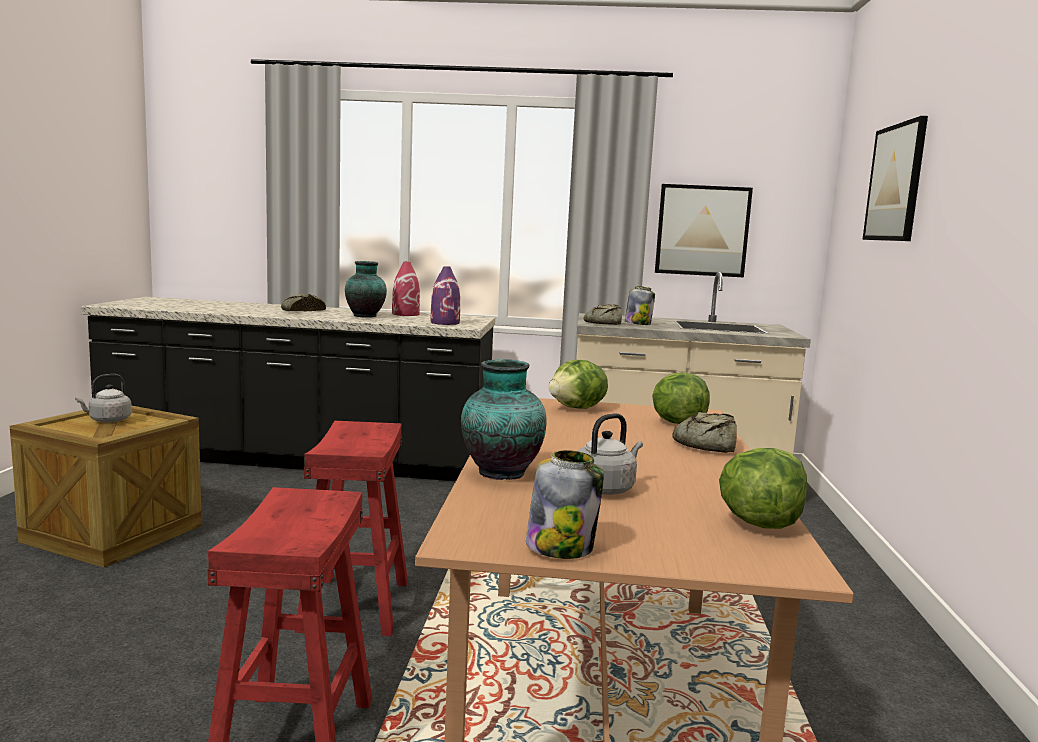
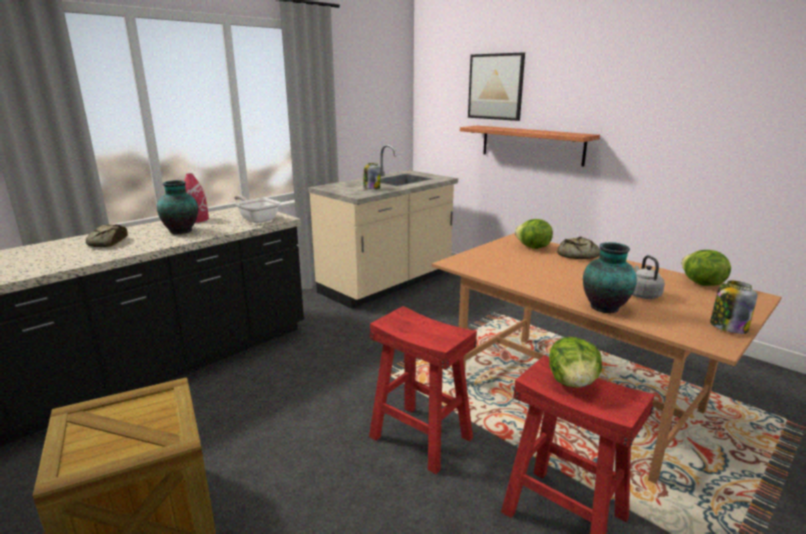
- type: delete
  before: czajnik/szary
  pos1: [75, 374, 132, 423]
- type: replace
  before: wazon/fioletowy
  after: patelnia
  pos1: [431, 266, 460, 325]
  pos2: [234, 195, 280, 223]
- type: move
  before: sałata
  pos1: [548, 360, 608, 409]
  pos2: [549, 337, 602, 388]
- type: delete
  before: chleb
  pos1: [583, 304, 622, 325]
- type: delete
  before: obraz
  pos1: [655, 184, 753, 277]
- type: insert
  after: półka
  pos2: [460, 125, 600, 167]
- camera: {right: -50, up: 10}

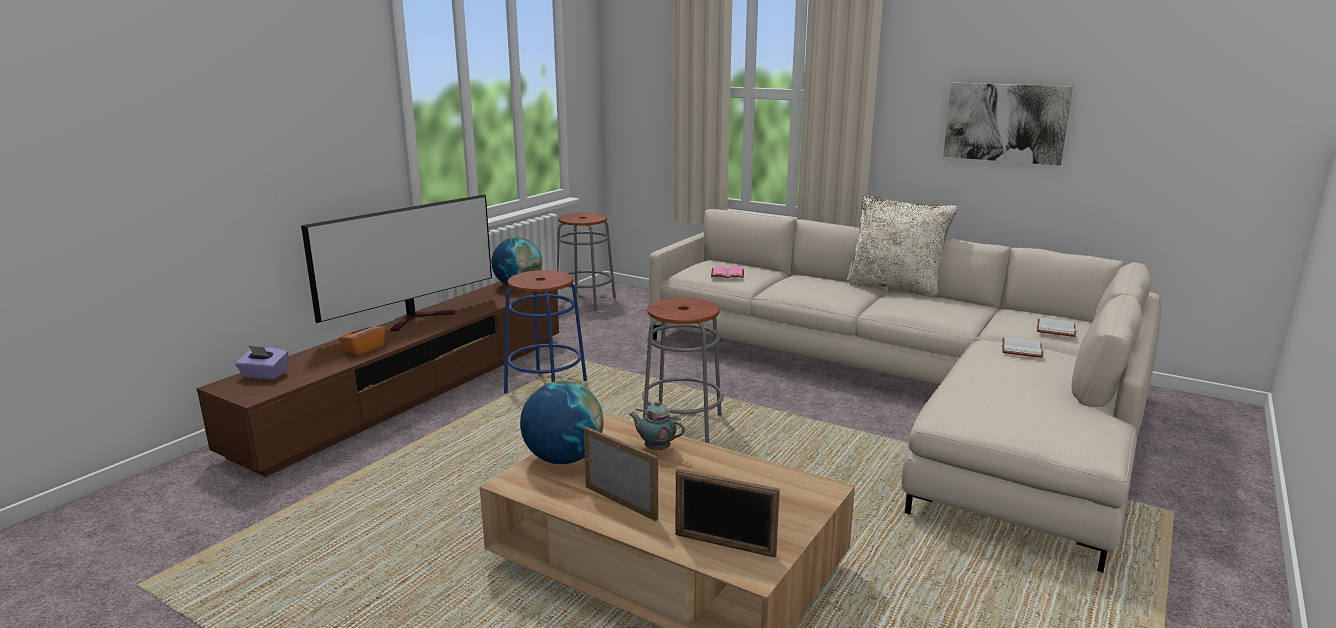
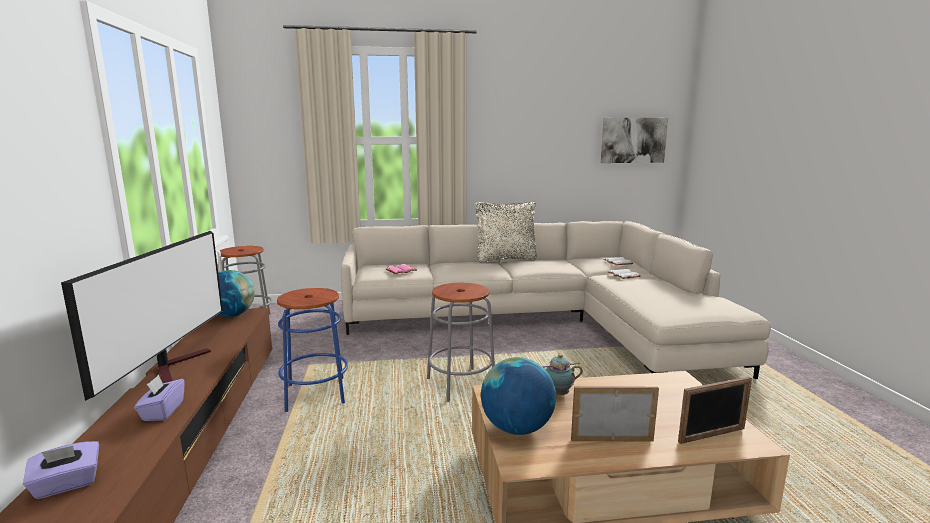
- type: recolor
  before: pudełko chusteczek/pomarańczowy
  after: pudełko chusteczek/fioletowy
  pos1: [339, 318, 386, 356]
  pos2: [134, 375, 185, 421]
- type: move
  before: obraz
  pos1: [943, 82, 1073, 166]
  pos2: [601, 118, 668, 163]
- camera: {right: -40, up: -5}

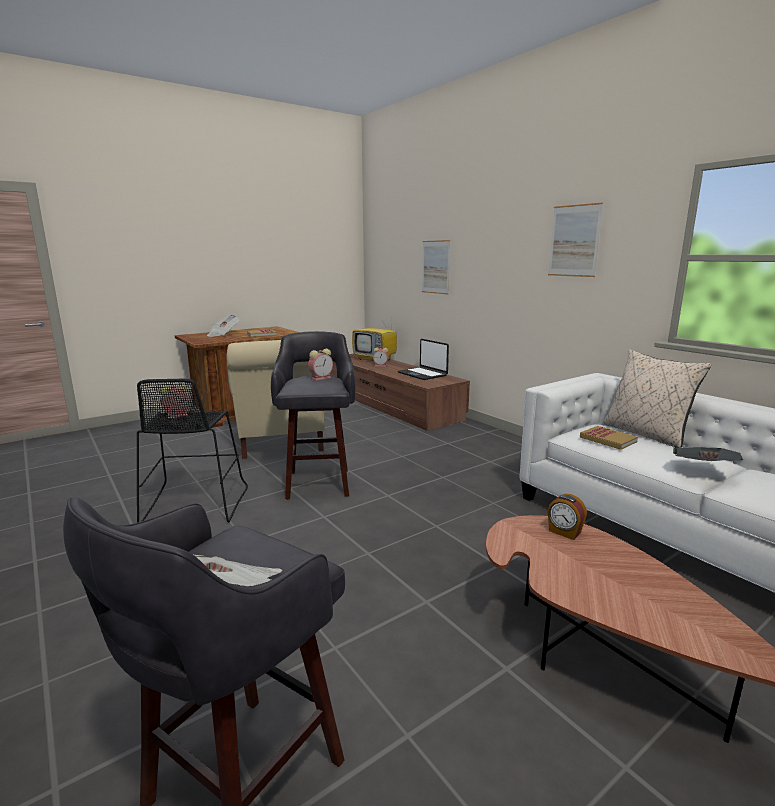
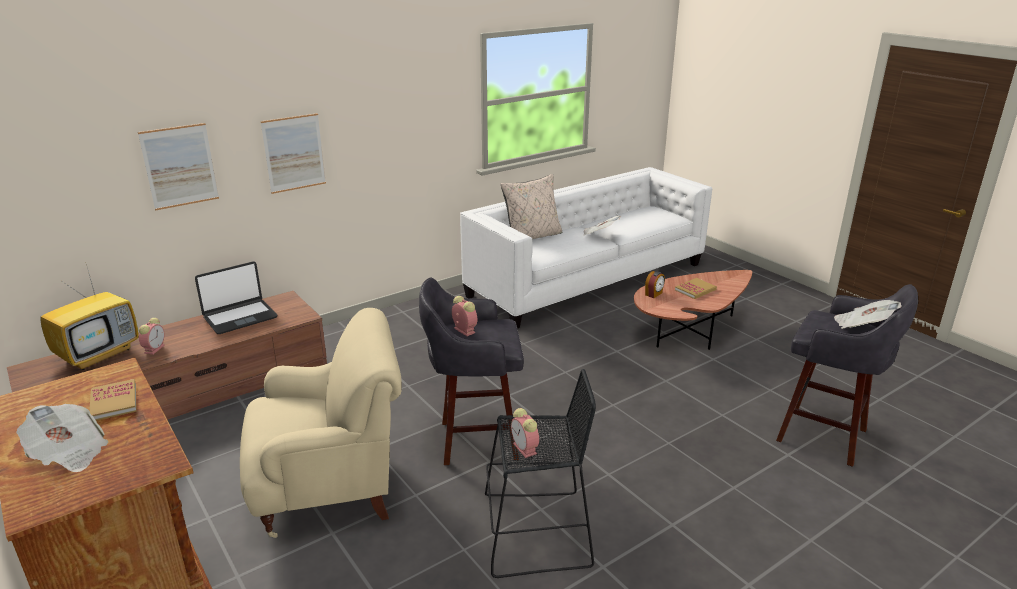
- type: move
  before: obraz
  pos1: [548, 202, 603, 277]
  pos2: [261, 113, 326, 194]
- type: move
  before: książka
  pos1: [580, 426, 638, 450]
  pos2: [675, 278, 717, 299]
- camera: {right: -90, up: 10}

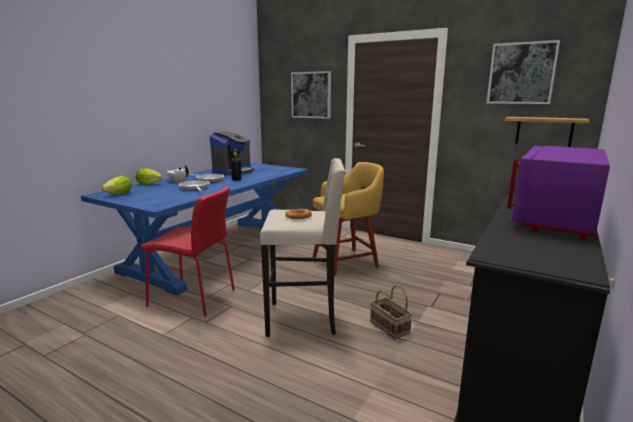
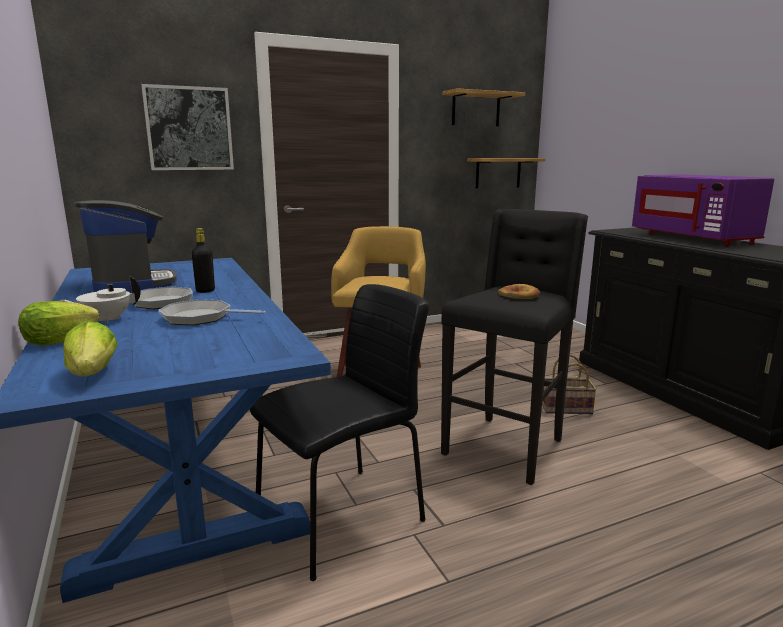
- type: recolor
  before: krzesło/czerwony
  after: krzesło/czarny
  pos1: [141, 187, 235, 317]
  pos2: [250, 284, 429, 581]
- type: recolor
  before: stołek/beżowy
  after: stołek/czarny
  pos1: [260, 158, 345, 337]
  pos2: [441, 209, 588, 485]
- type: replace
  before: obraz
  after: półka
  pos1: [487, 40, 560, 104]
  pos2: [443, 88, 525, 126]
- camera: {right: -55, up: 0}

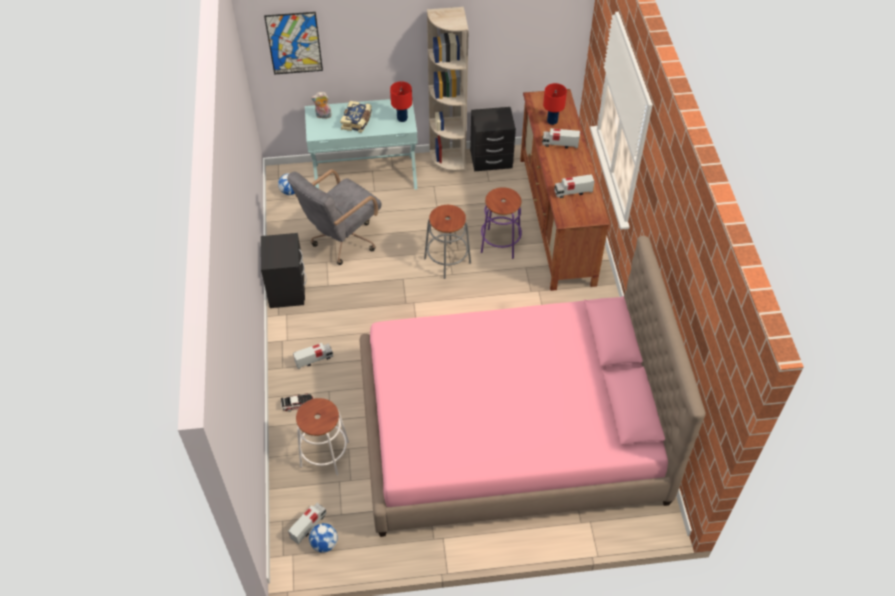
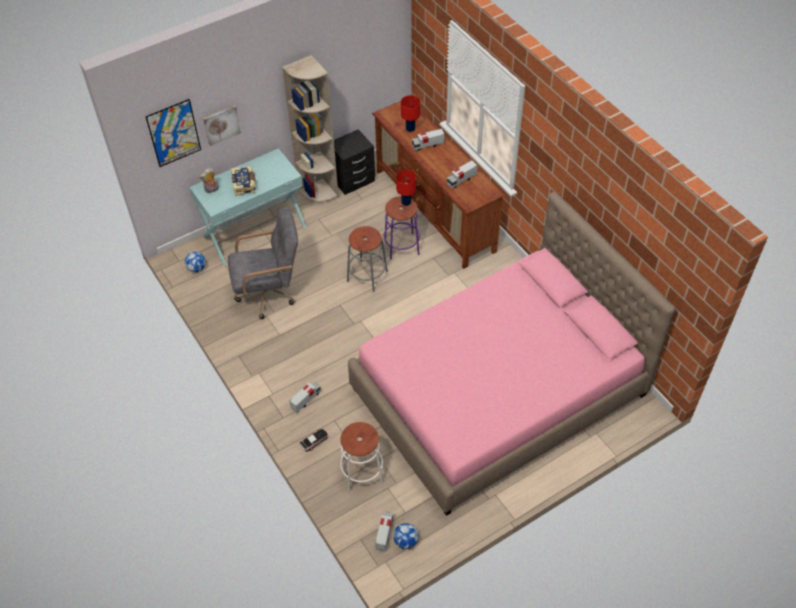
- type: delete
  before: szafka nocna/czarny
  pos1: [261, 233, 307, 308]
- type: rotate
  before: krzesło biurowe/szary
  pos1: [287, 169, 381, 265]
  pos2: [228, 207, 298, 319]
  turn: -120
- type: move
  before: lampa stołowa/czerwony
  pos1: [390, 81, 412, 122]
  pos2: [396, 170, 416, 206]
- type: insert
  after: obraz
  pos2: [203, 105, 241, 146]
- camera: {right: -25, up: 0}

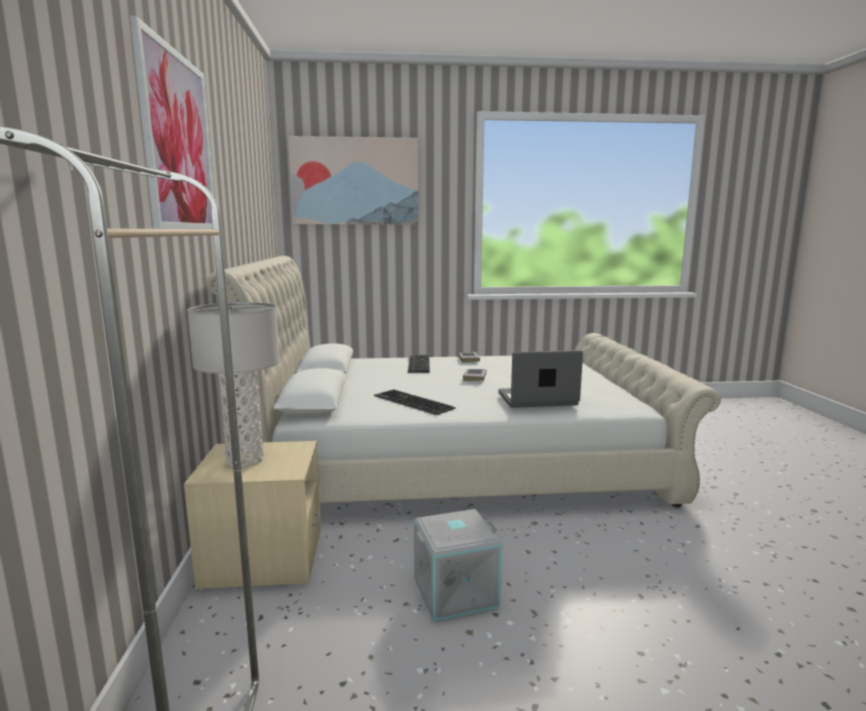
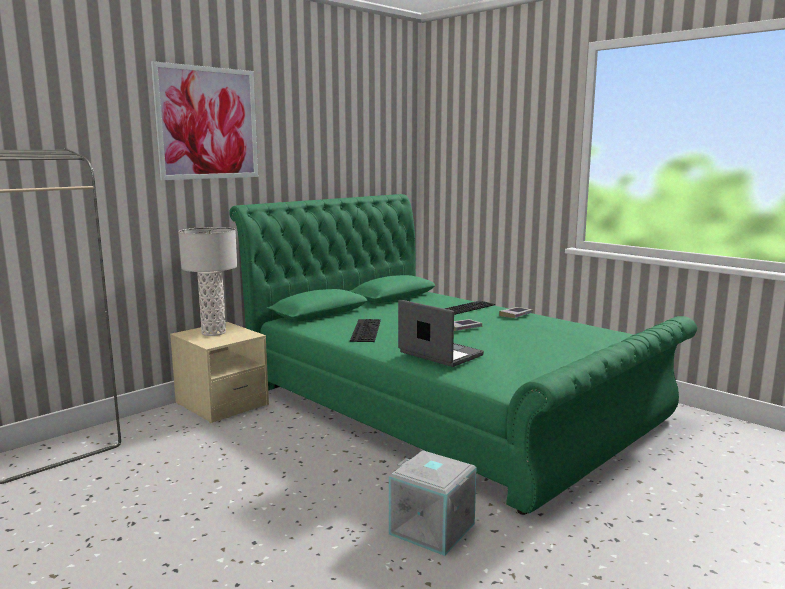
- type: recolor
  before: łóżko/beżowy
  after: łóżko/zielony
  pos1: [206, 256, 721, 507]
  pos2: [229, 194, 697, 515]
- type: delete
  before: obraz
  pos1: [288, 136, 418, 224]
- type: move
  before: pojemnik do przechowywania/szary
  pos1: [414, 509, 502, 622]
  pos2: [389, 450, 476, 556]
- camera: {right: 50, up: 0}

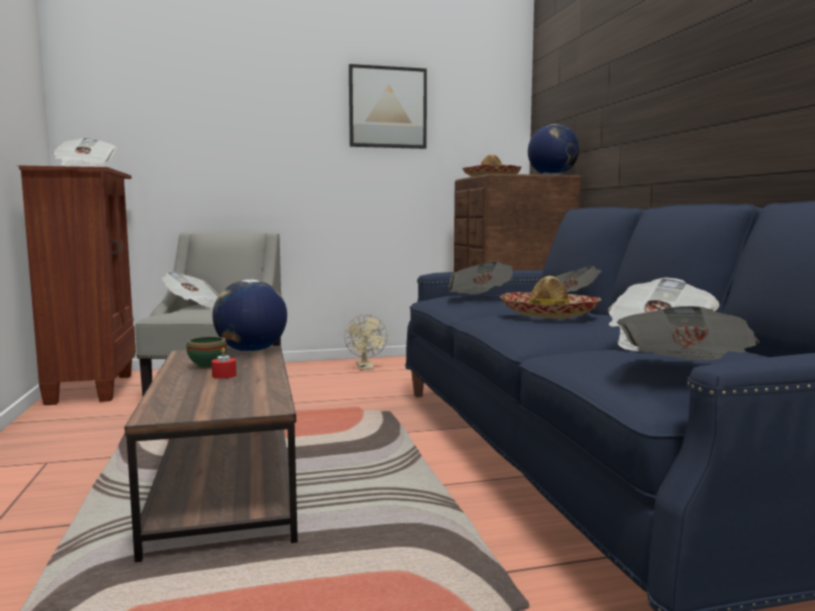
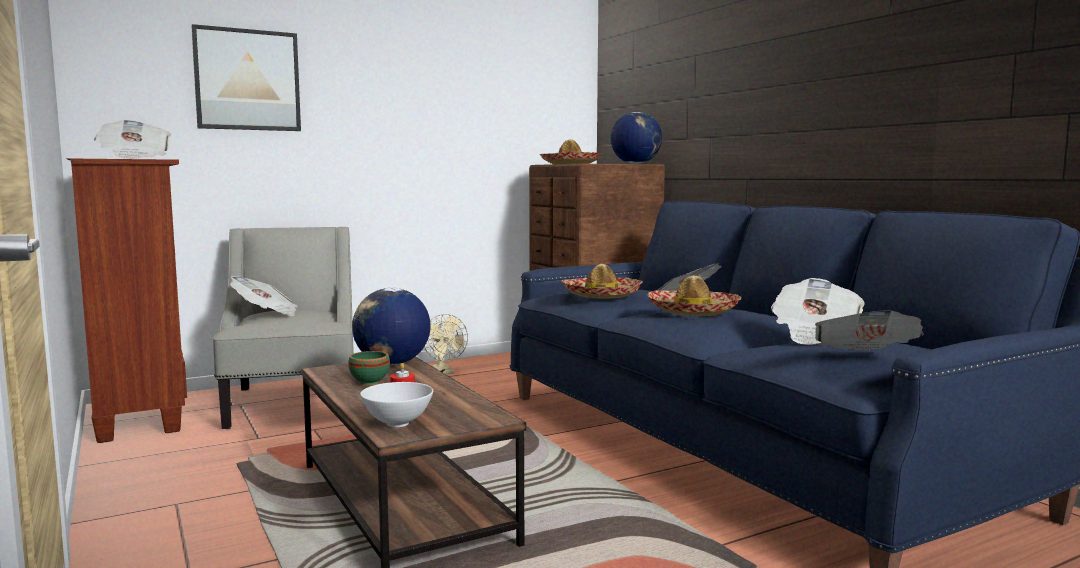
- type: move
  before: obraz
  pos1: [349, 64, 427, 149]
  pos2: [191, 24, 301, 131]
- type: replace
  before: gazeta
  after: kapelusz
  pos1: [449, 261, 513, 294]
  pos2: [561, 264, 643, 299]
- type: insert
  after: miska/biały
  pos2: [360, 382, 433, 427]
- camera: {right: -15, up: 0}

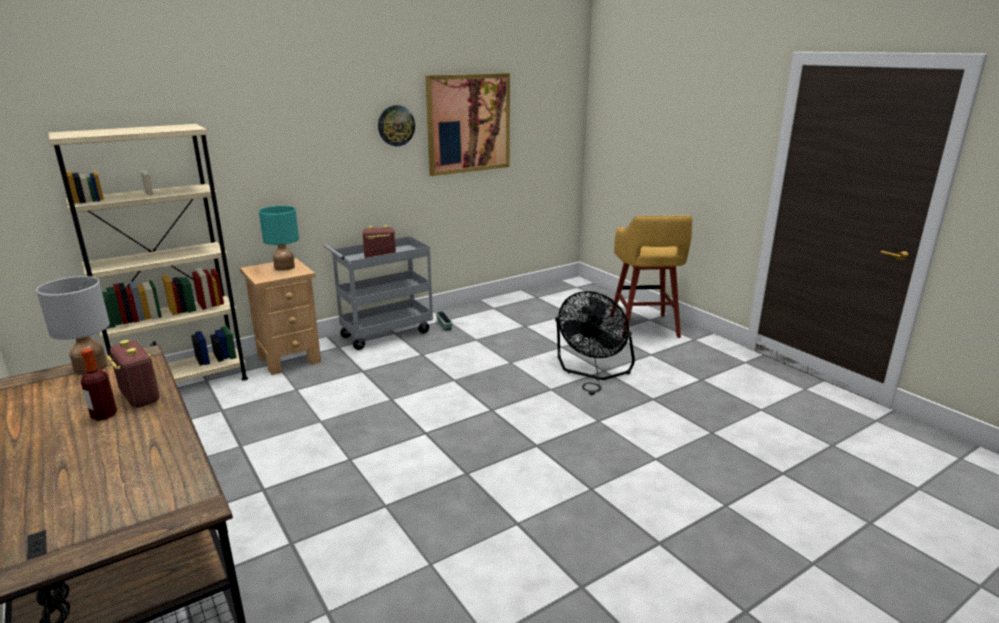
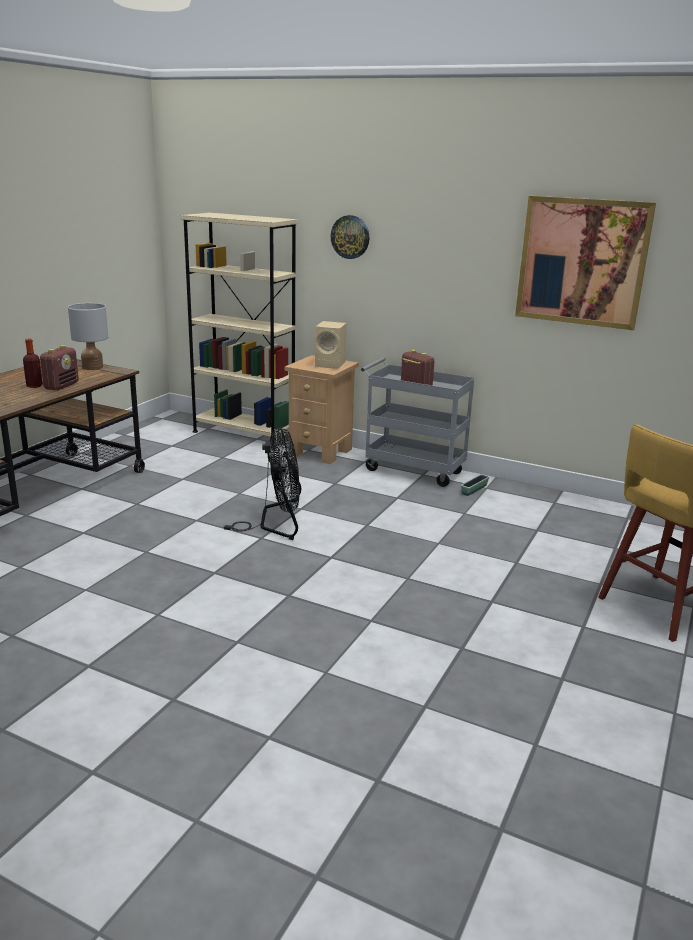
- type: replace
  before: lampa stołowa/turkusowy
  after: głośnik/beżowy
  pos1: [259, 206, 299, 271]
  pos2: [315, 321, 347, 369]
- type: move
  before: zegar ścienny
  pos1: [378, 105, 415, 146]
  pos2: [331, 215, 369, 259]
- type: move
  before: wentylator/czarny
  pos1: [555, 291, 635, 395]
  pos2: [223, 428, 301, 540]
- camera: {right: 60, up: 0}

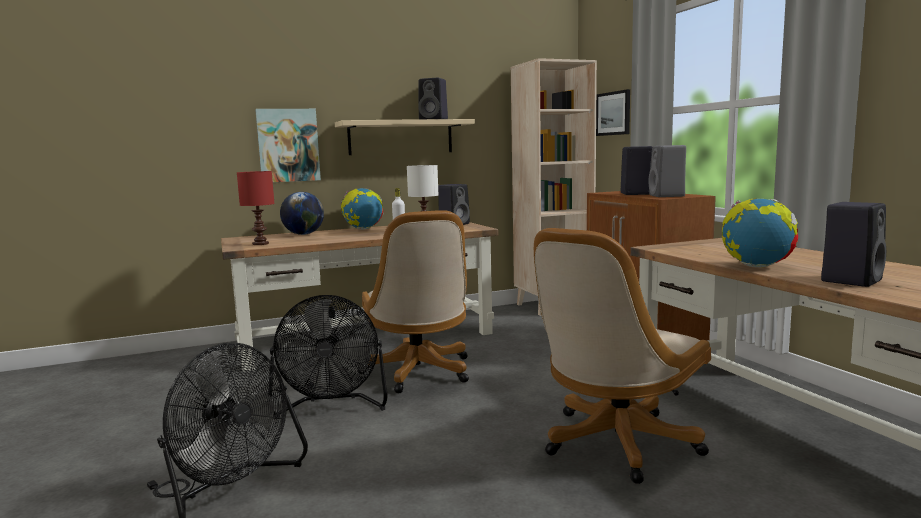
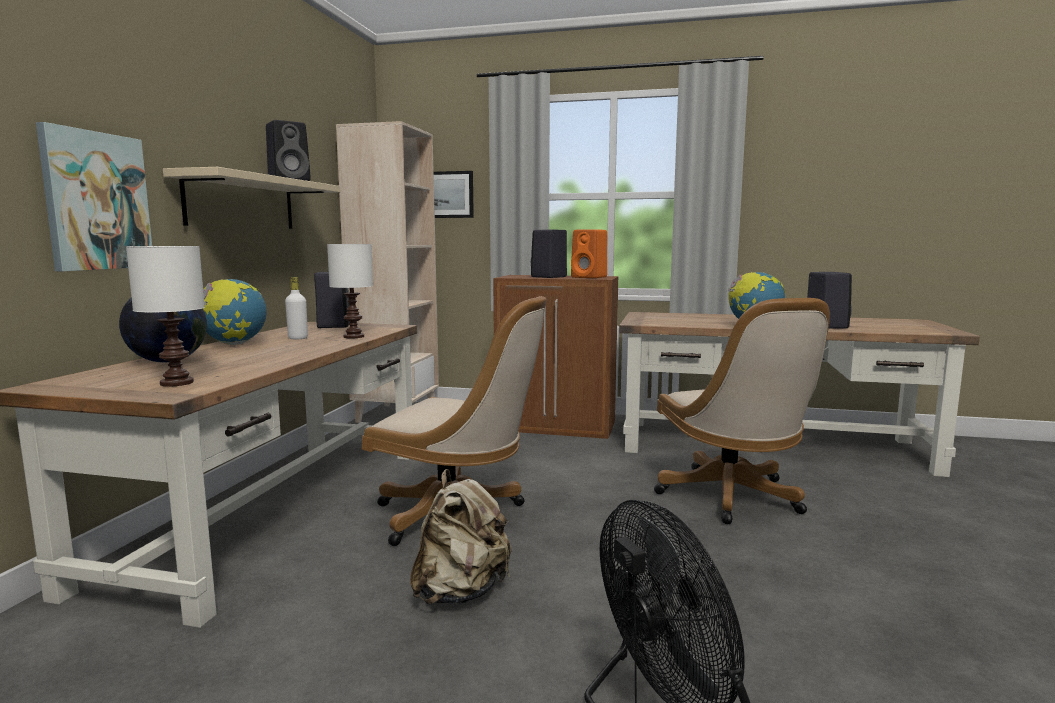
- type: recolor
  before: lampa stołowa/czerwony
  after: lampa stołowa/biały
  pos1: [237, 171, 275, 245]
  pos2: [126, 246, 205, 387]
- type: replace
  before: wentylator/czarny
  after: plecak/beżowy
  pos1: [268, 295, 387, 419]
  pos2: [410, 469, 511, 605]
- type: recolor
  before: głośnik/szary
  after: głośnik/pomarańczowy
  pos1: [649, 145, 686, 197]
  pos2: [571, 229, 607, 278]
- camera: {right: -55, up: 0}

